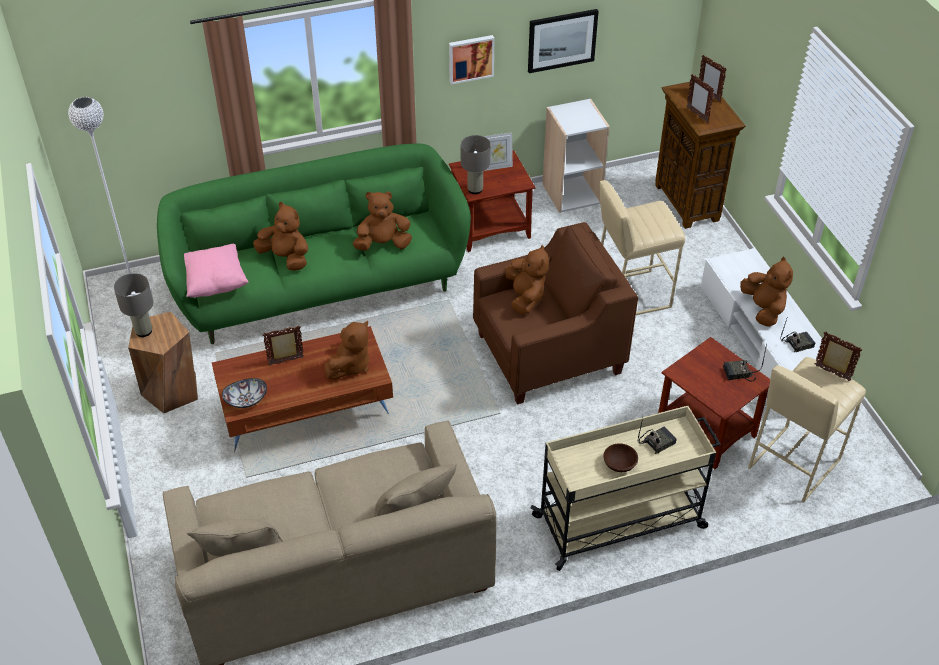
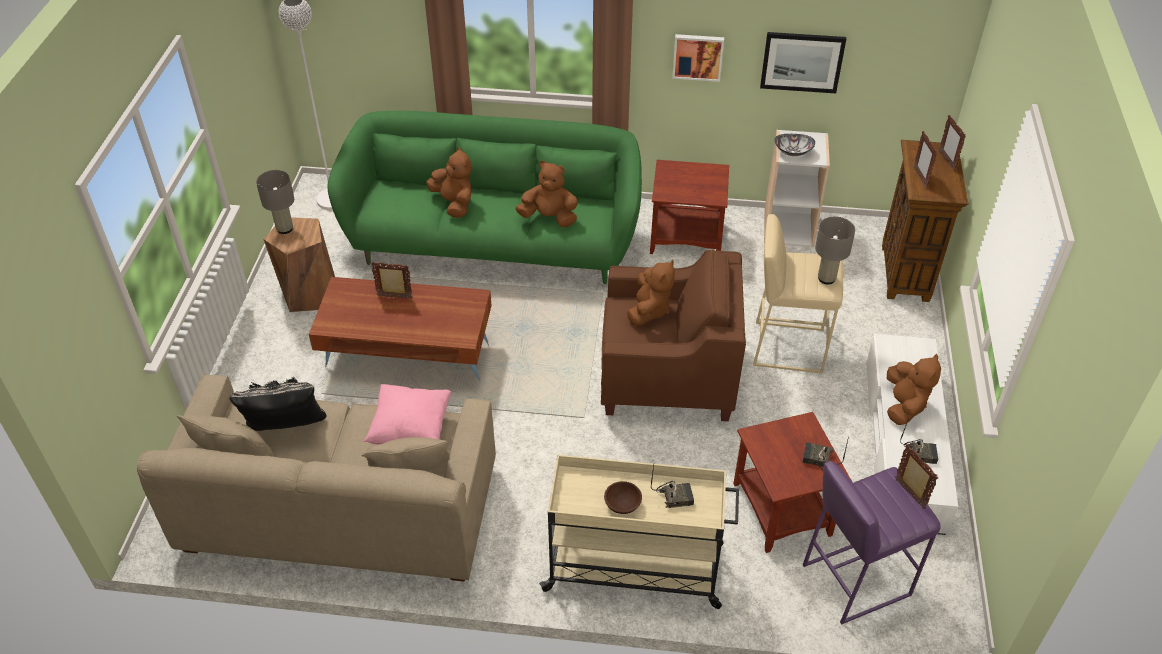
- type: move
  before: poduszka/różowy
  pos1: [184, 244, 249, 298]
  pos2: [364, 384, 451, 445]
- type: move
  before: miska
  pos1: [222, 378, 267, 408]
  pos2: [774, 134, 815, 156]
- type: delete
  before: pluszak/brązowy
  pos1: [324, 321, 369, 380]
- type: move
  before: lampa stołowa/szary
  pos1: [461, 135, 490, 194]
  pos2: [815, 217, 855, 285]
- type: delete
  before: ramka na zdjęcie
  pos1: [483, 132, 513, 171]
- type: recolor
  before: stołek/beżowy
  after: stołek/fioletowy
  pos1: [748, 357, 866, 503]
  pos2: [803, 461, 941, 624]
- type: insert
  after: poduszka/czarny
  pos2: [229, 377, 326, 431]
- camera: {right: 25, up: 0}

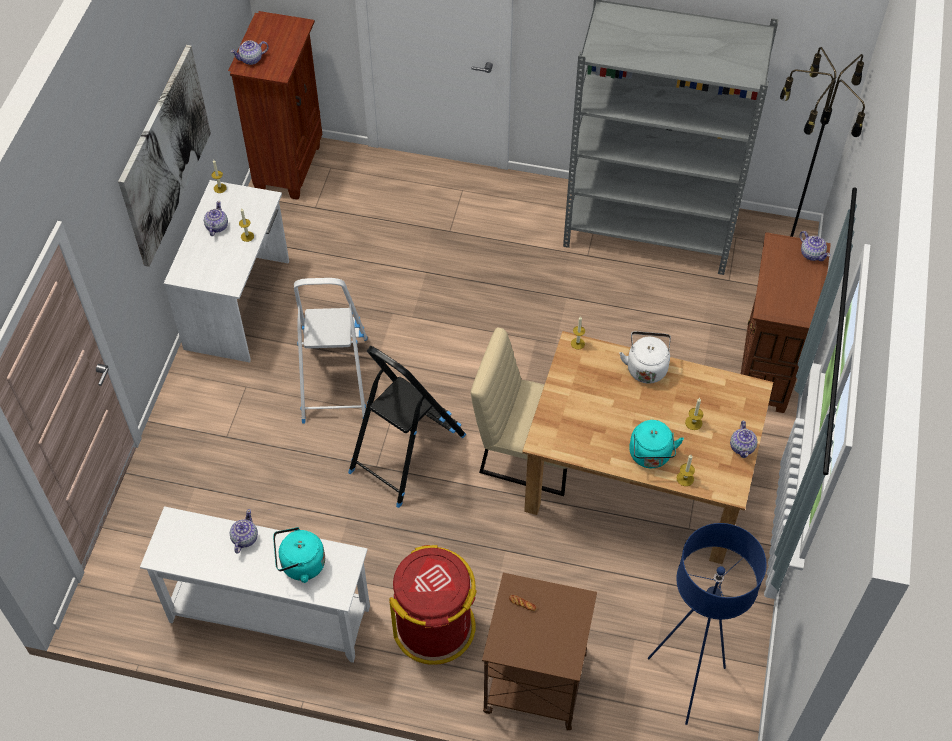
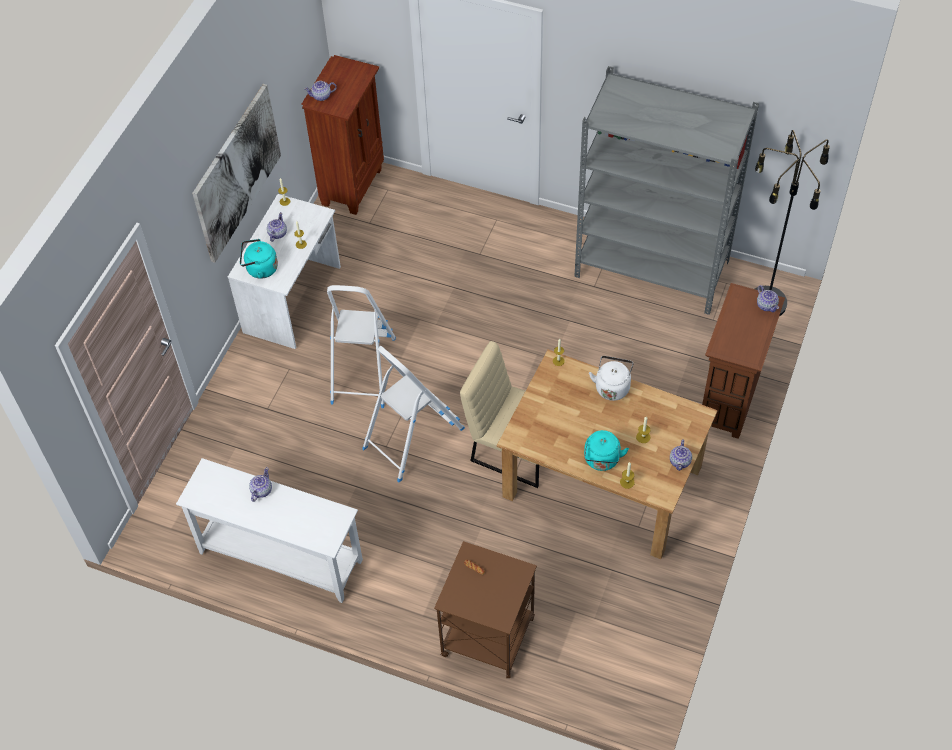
- type: move
  before: czajnik/turkusowy
  pos1: [273, 527, 325, 583]
  pos2: [240, 239, 278, 279]
- type: recolor
  before: drabinka/czarny
  after: drabinka/biały
  pos1: [348, 346, 466, 508]
  pos2: [362, 346, 465, 482]
- type: delete
  before: kosz na śmieci/czerwony
  pos1: [389, 545, 477, 665]
- type: delete
  before: lampa stojąca/niebieski
  pos1: [648, 523, 766, 725]
- camera: {right: 10, up: 0}

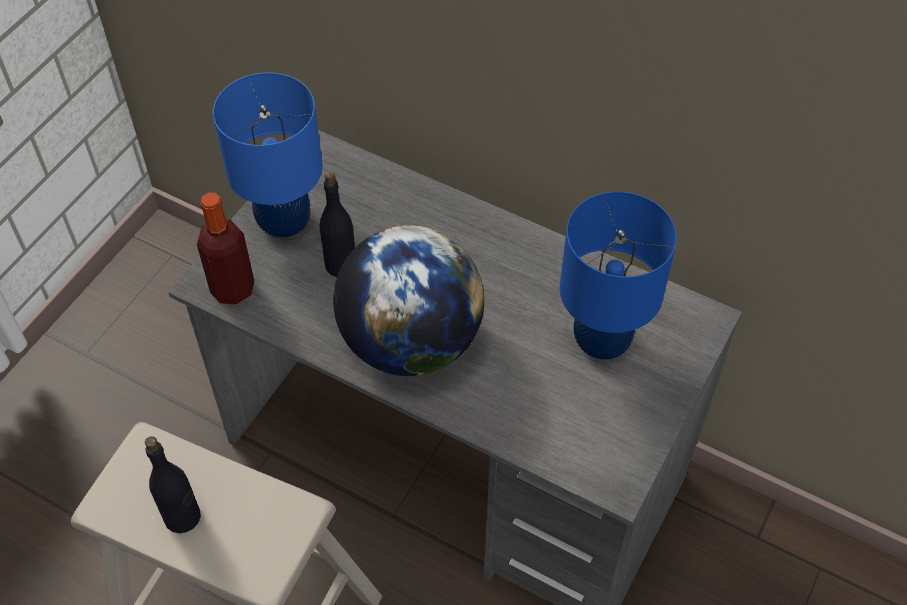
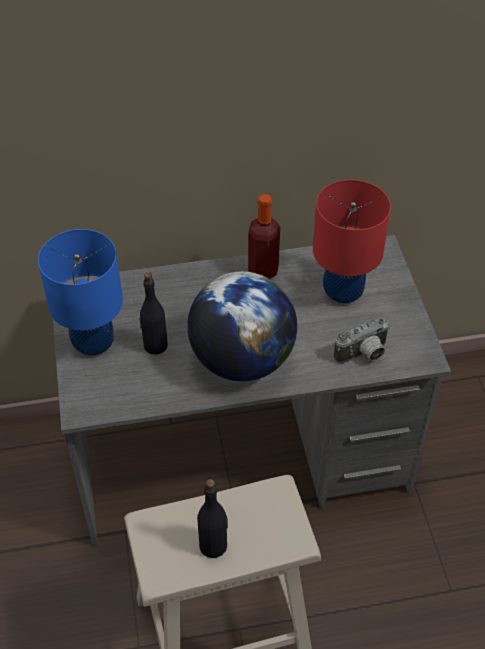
- type: move
  before: butelka
  pos1: [197, 192, 255, 305]
  pos2: [248, 194, 280, 279]
- type: recolor
  before: lampa stołowa/niebieski
  after: lampa stołowa/czerwony
  pos1: [560, 191, 677, 359]
  pos2: [313, 180, 391, 303]
- type: insert
  after: aparat fotograficzny
  pos2: [334, 318, 390, 363]
- camera: {right: -40, up: -5}

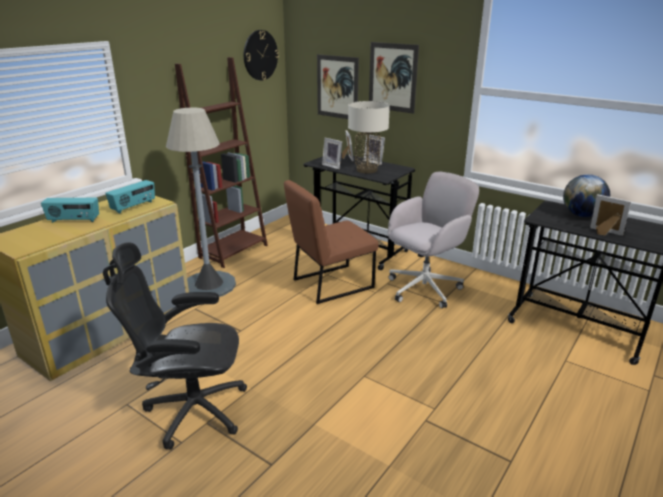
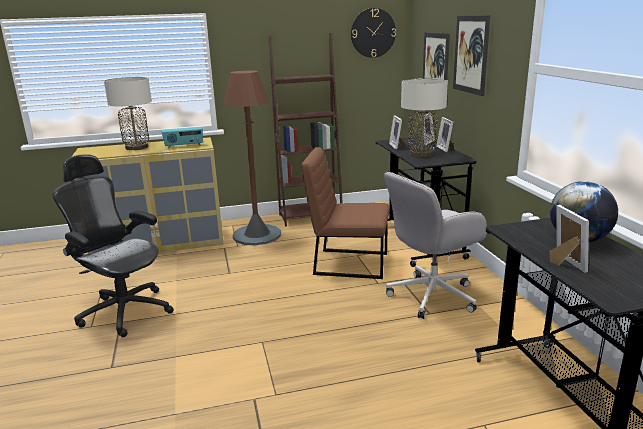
- type: replace
  before: radio
  after: lampa stołowa
  pos1: [41, 198, 99, 223]
  pos2: [104, 77, 152, 150]
- type: recolor
  before: lampa stojąca/szary
  after: lampa stojąca/brązowy
  pos1: [166, 108, 236, 297]
  pos2: [223, 71, 281, 245]
- type: rotate
  before: krzesło biurowe/szary
  pos1: [388, 171, 479, 308]
  pos2: [384, 172, 487, 319]
  turn: 150
- camera: {right: 40, up: -5}

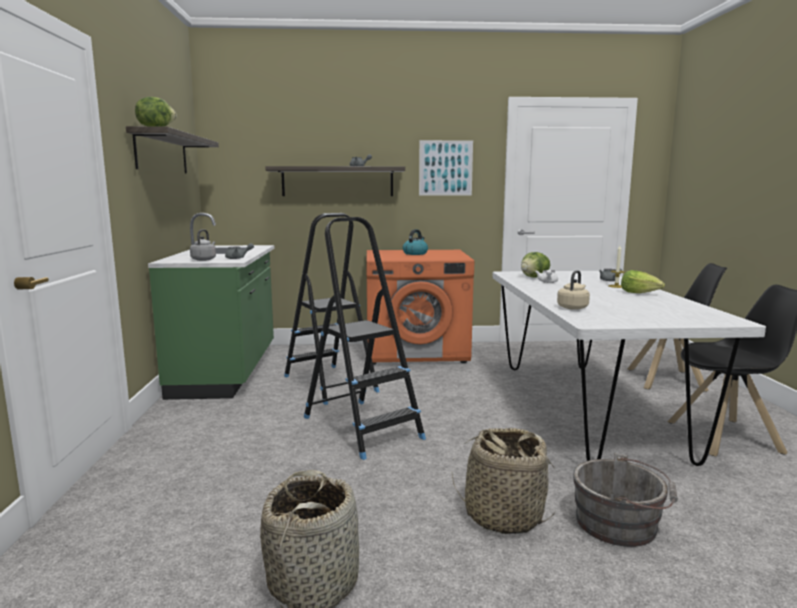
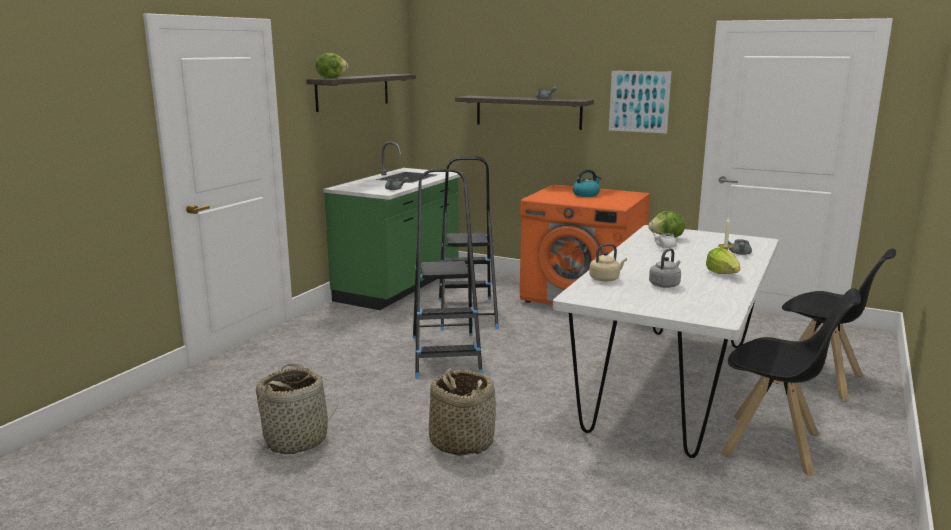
- type: move
  before: czajnik/szary
  pos1: [190, 229, 216, 261]
  pos2: [649, 248, 681, 288]
- type: delete
  before: wiadro/szary
  pos1: [573, 453, 678, 547]
- camera: {right: 30, up: 5}

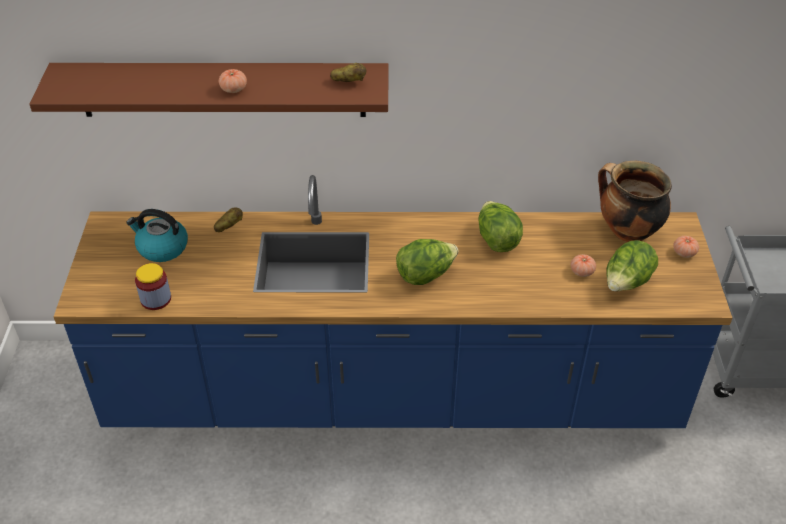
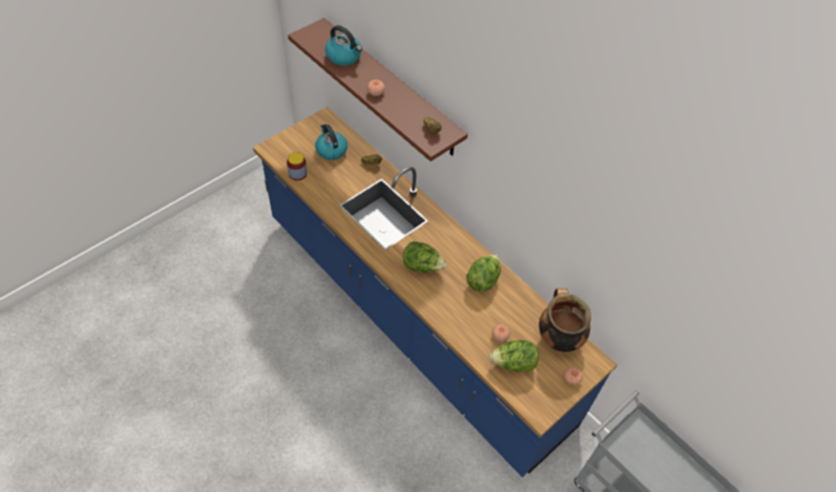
- type: insert
  after: czajnik
  pos2: [325, 25, 362, 66]
- camera: {right: 45, up: 10}

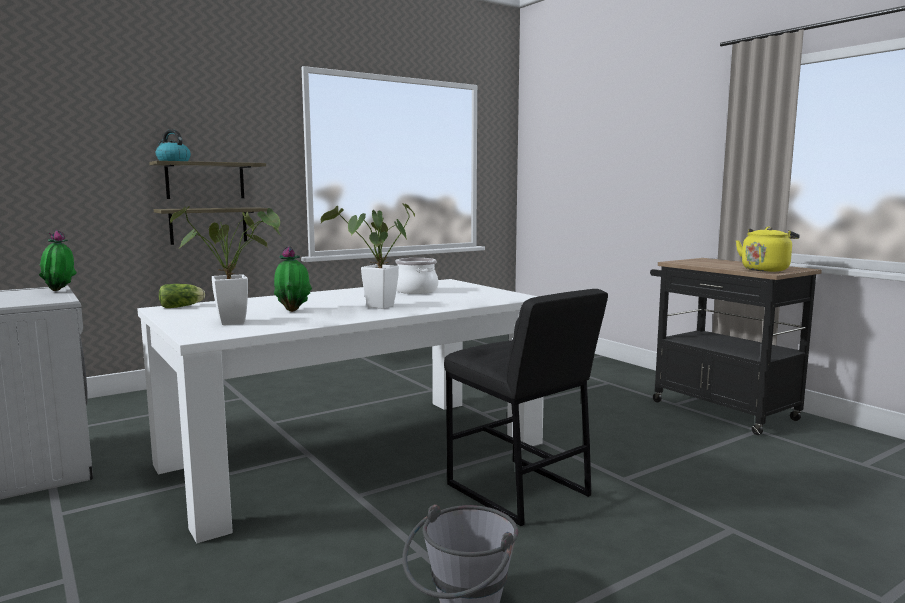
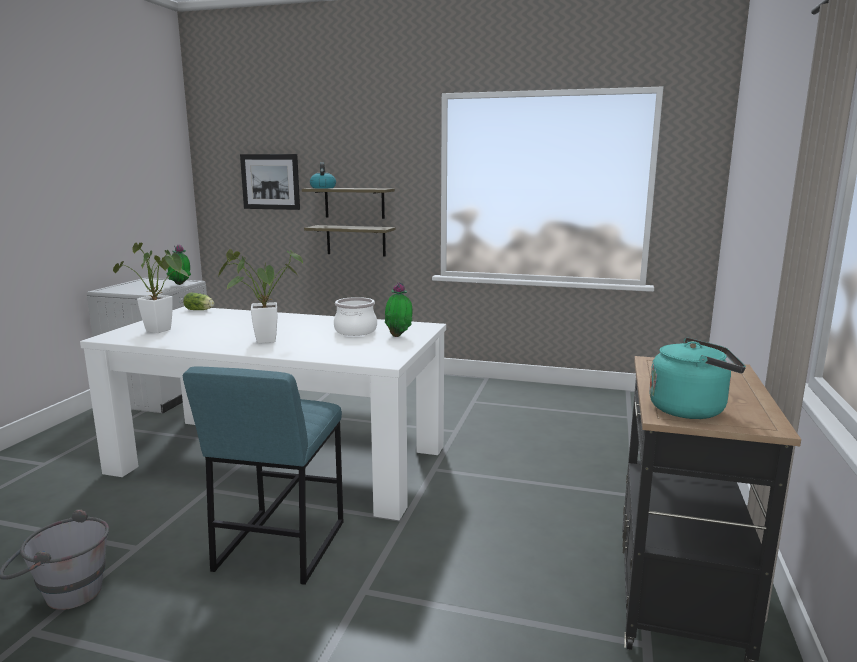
- type: move
  before: roślina doniczkowa
  pos1: [274, 246, 312, 312]
  pos2: [385, 282, 412, 337]
- type: recolor
  before: stołek/czarny
  after: stołek/niebieski
  pos1: [444, 289, 608, 526]
  pos2: [183, 367, 343, 585]
- type: recolor
  before: czajnik/żółty
  after: czajnik/turkusowy
  pos1: [736, 227, 800, 272]
  pos2: [649, 337, 746, 419]
- type: insert
  after: obraz
  pos2: [240, 154, 300, 210]
- camera: {right: 50, up: 5}

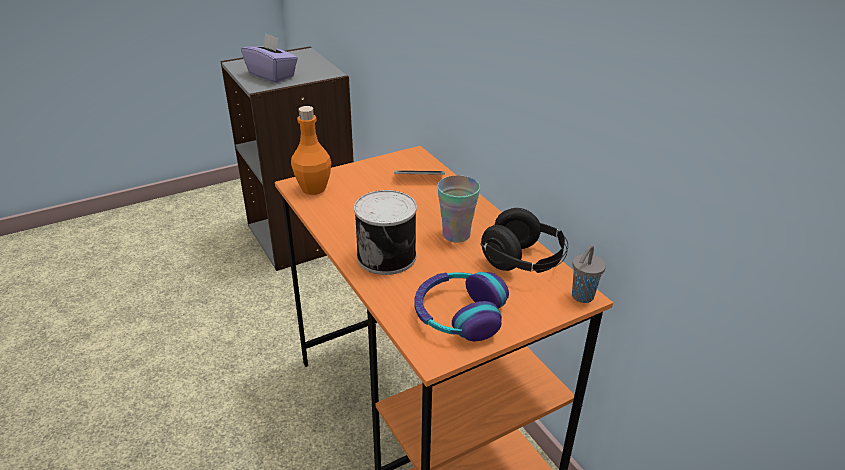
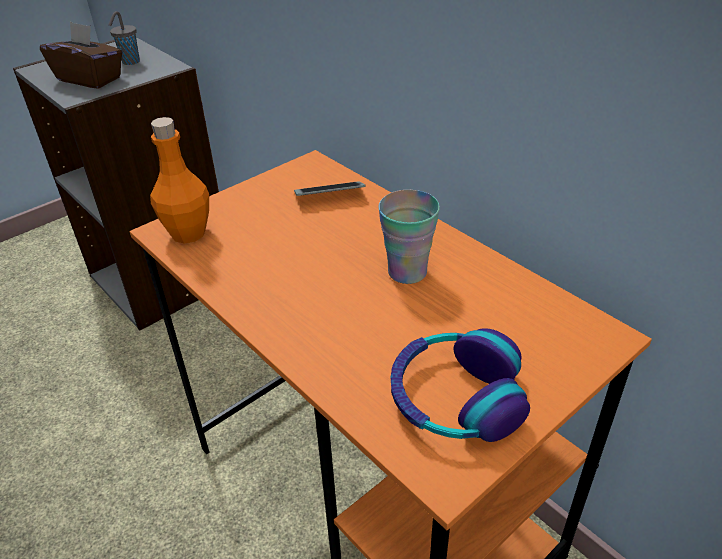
- type: recolor
  before: pudełko chusteczek/fioletowy
  after: pudełko chusteczek/brązowy
  pos1: [241, 33, 298, 83]
  pos2: [40, 22, 122, 89]
- type: delete
  before: puszka
  pos1: [354, 190, 417, 275]
- type: delete
  before: słuchawki/czarny
  pos1: [480, 208, 568, 273]
- type: move
  before: filiżanka/szary
  pos1: [572, 245, 606, 303]
  pos2: [109, 11, 140, 65]
- camera: {right: -10, up: 5}

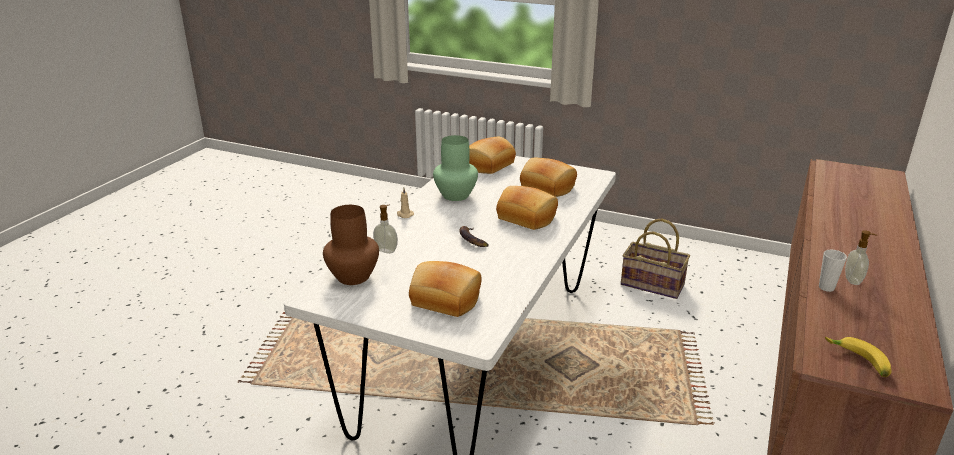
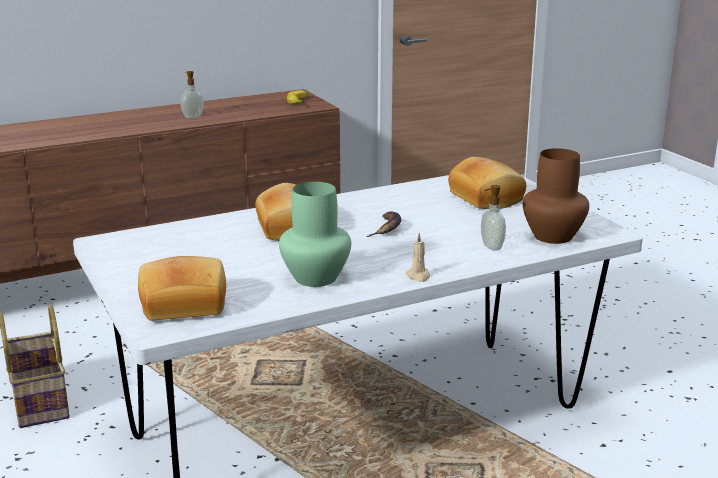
- type: delete
  before: chleb
  pos1: [520, 158, 577, 197]
- type: delete
  before: filiżanka
  pos1: [819, 250, 847, 292]
- camera: {right: -140, up: -5}

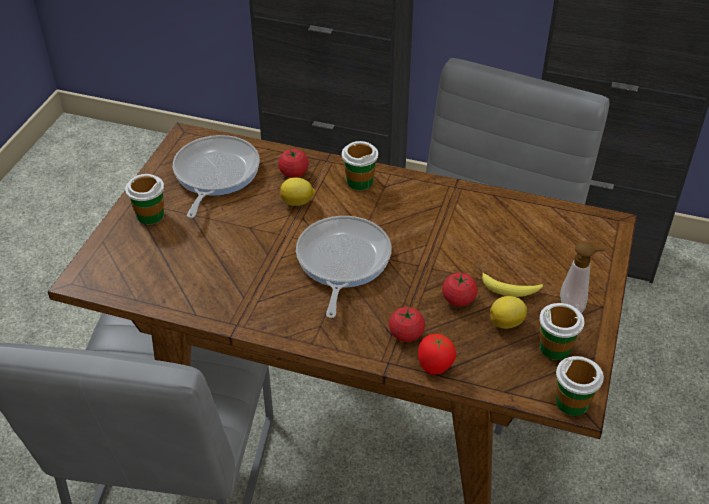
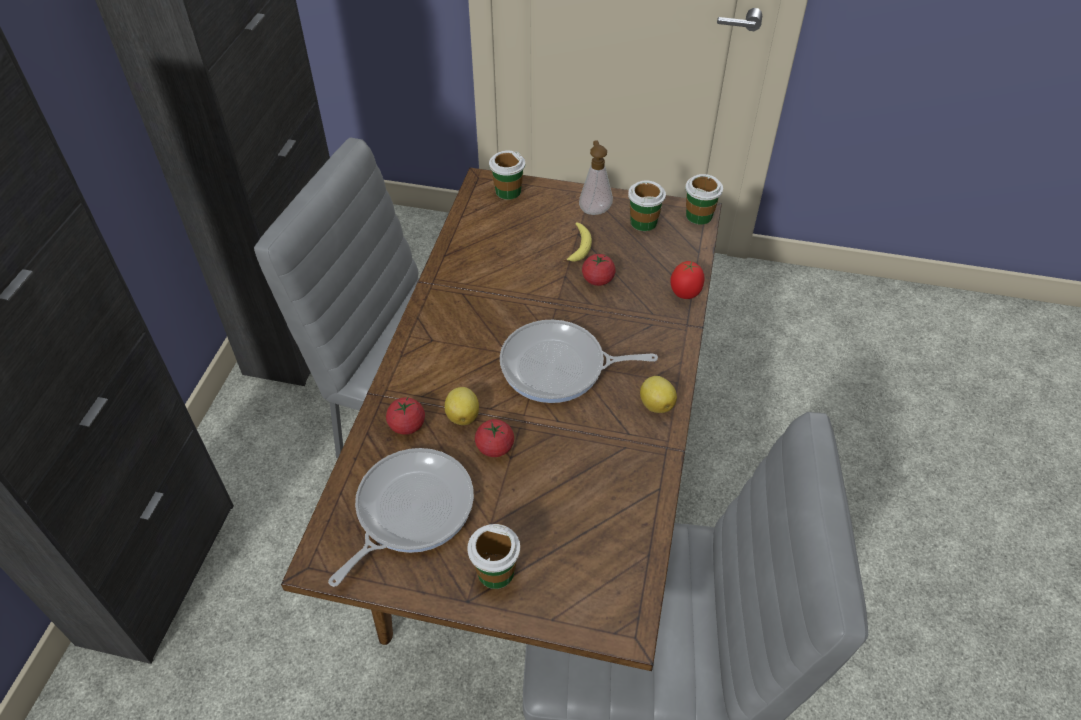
- type: rotate
  before: patelnia
  pos1: [173, 135, 260, 218]
  pos2: [328, 448, 474, 587]
  turn: 120
- type: move
  before: filiżanka
  pos1: [342, 141, 378, 190]
  pos2: [489, 150, 525, 200]
- type: move
  before: pomidor
  pos1: [389, 307, 425, 342]
  pos2: [475, 419, 514, 457]
- type: move
  before: cytryna
  pos1: [490, 296, 527, 329]
  pos2: [640, 376, 677, 413]
- camera: {right: -95, up: 5}

